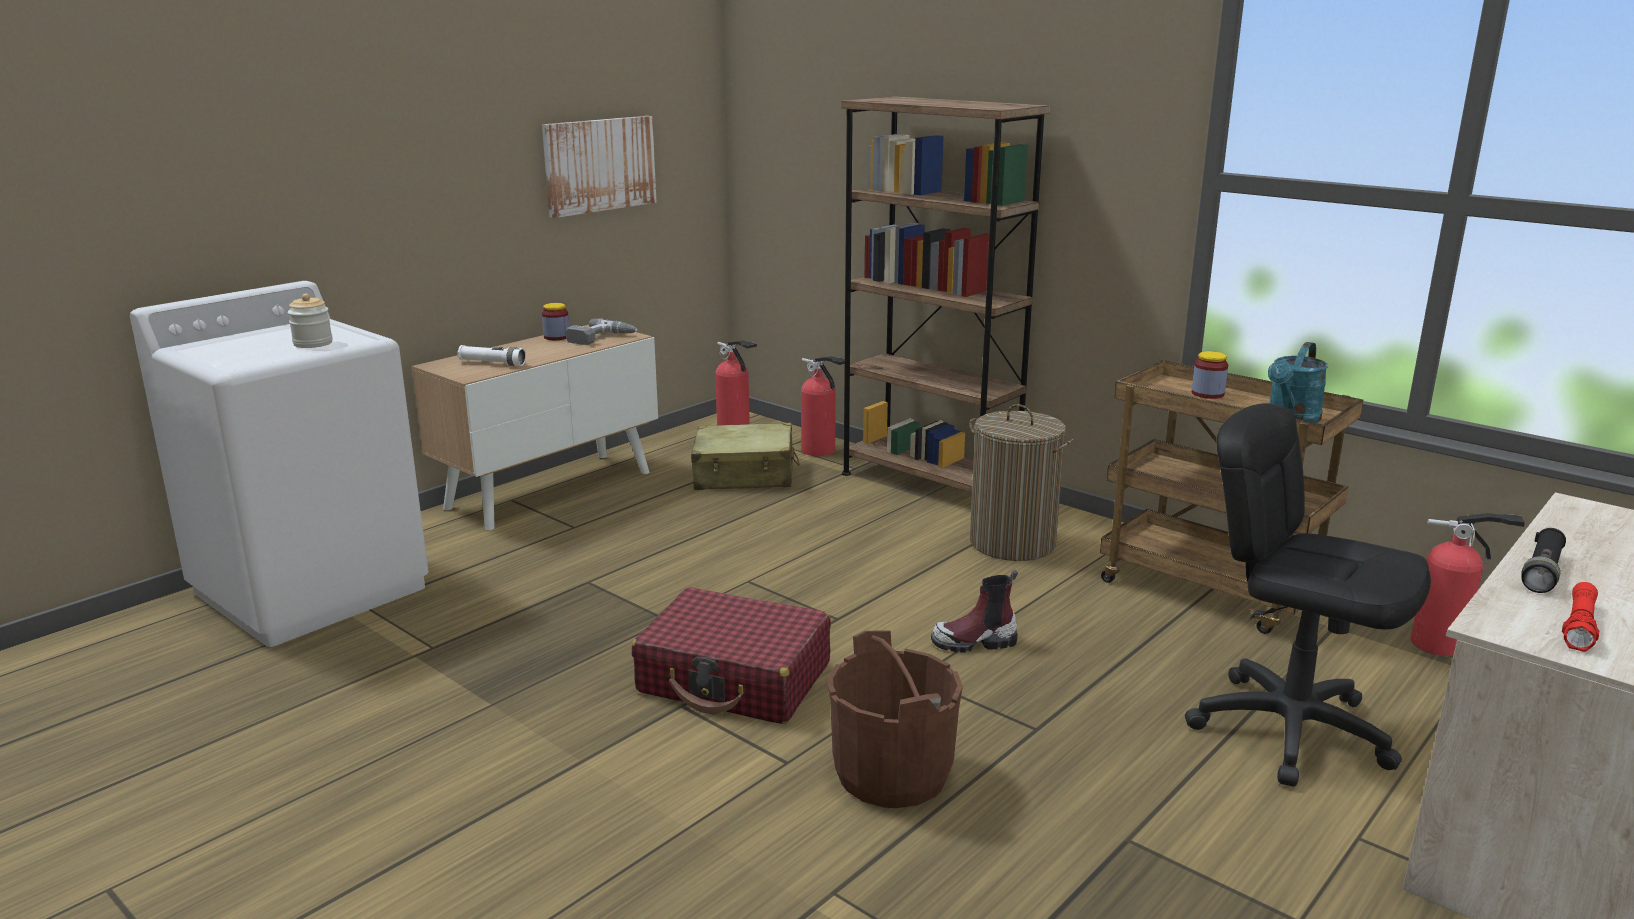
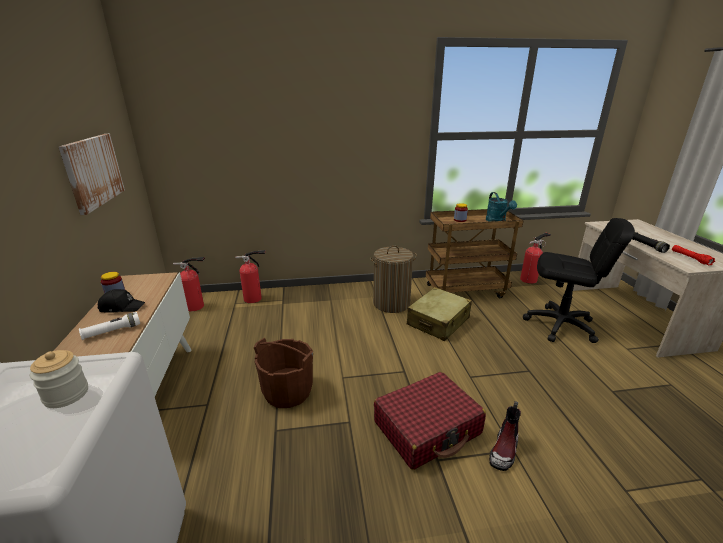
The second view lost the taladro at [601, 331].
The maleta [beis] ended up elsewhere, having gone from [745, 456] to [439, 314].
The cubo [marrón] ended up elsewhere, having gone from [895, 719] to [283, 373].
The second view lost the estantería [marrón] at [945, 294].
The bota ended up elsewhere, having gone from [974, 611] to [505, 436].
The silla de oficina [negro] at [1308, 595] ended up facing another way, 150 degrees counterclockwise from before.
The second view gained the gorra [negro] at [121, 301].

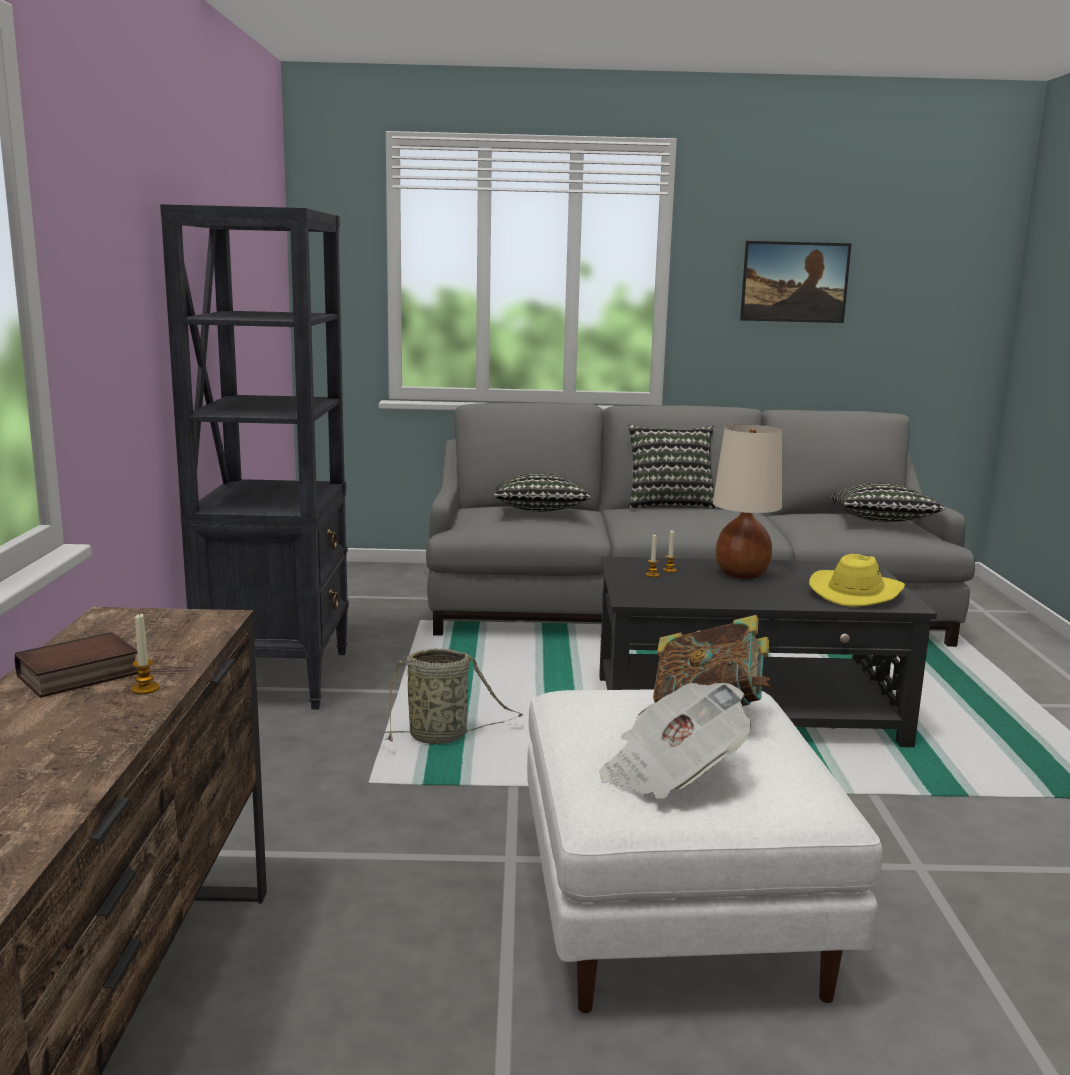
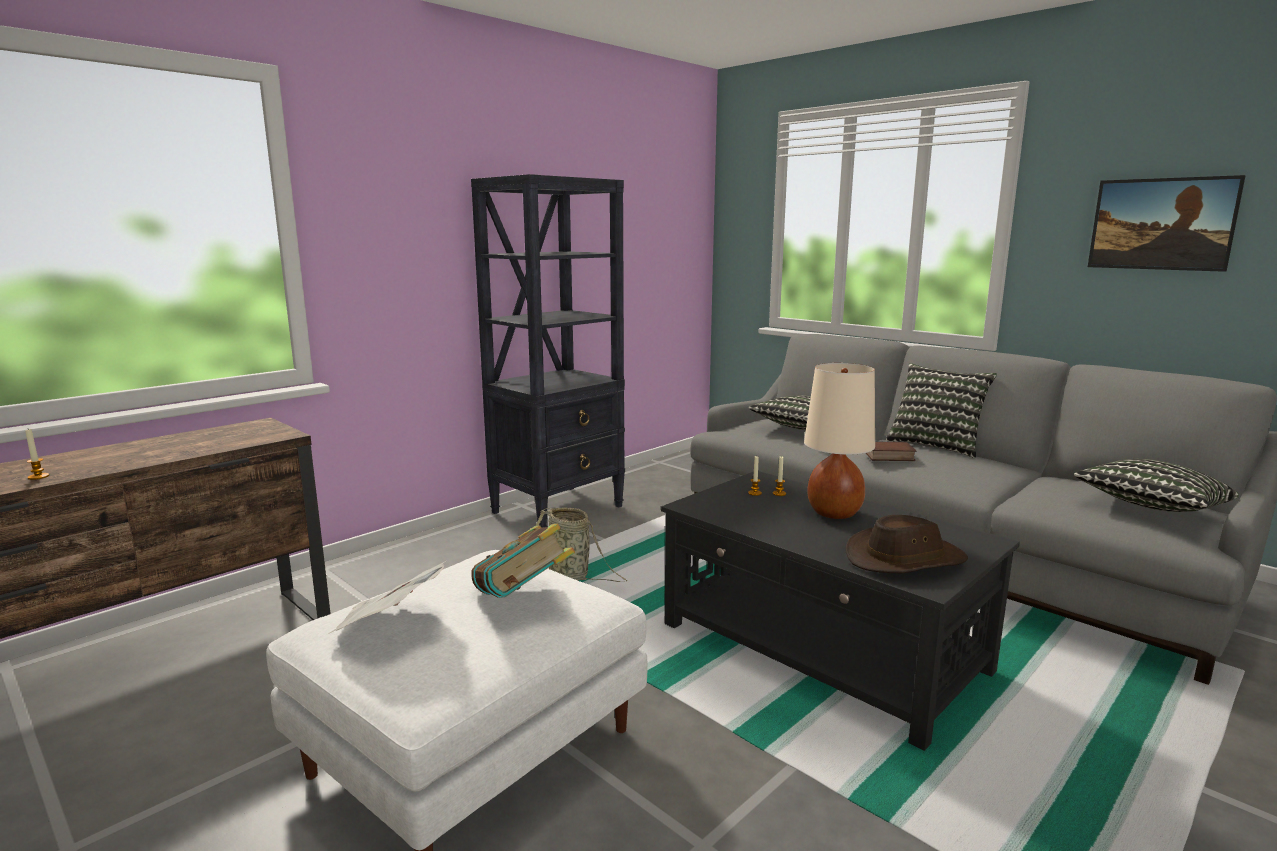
The libro ended up elsewhere, having gone from [76, 665] to [891, 451].
The vela ended up elsewhere, having gone from [145, 654] to [37, 454].
What was the sombrero [amarillo] at [857, 580] turned into the sombrero [marrón] at [907, 544].

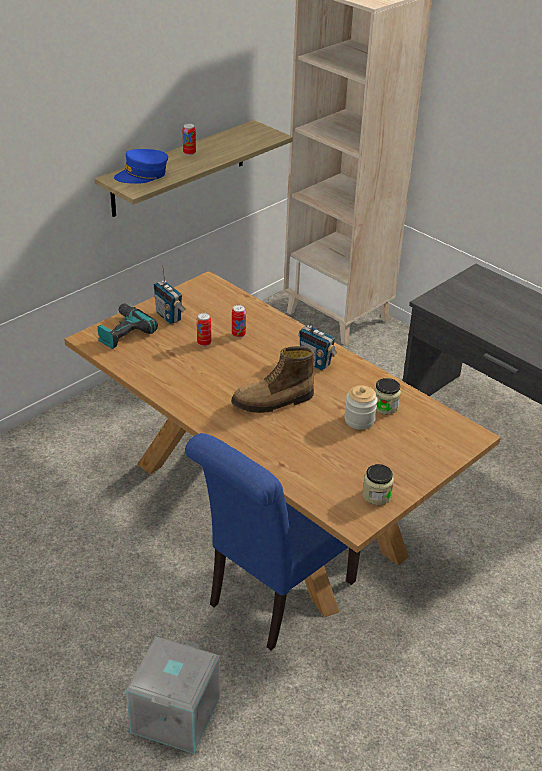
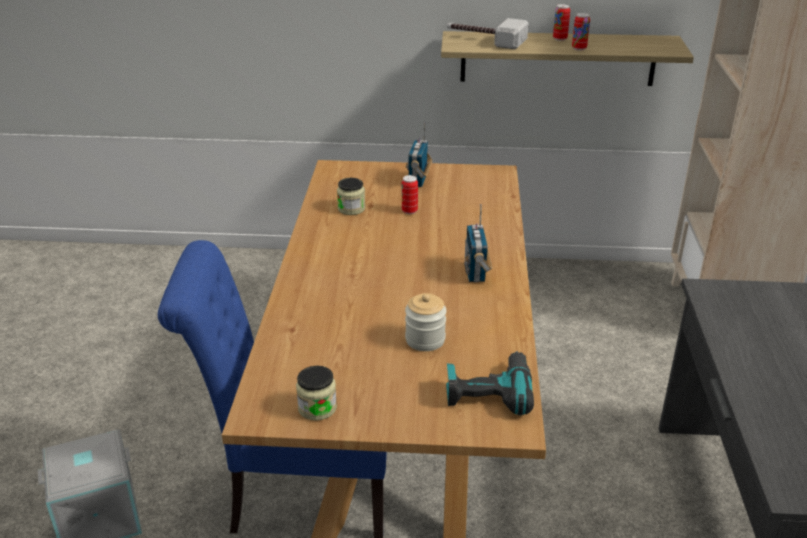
The taladro ended up elsewhere, having gone from [127, 326] to [490, 383].
Where the gorra [azul] stood at [141, 166], the martillo came to stand at [488, 33].
The second view lost the bota at [272, 379].
The lata ended up elsewhere, having gone from [239, 321] to [581, 32].
The tarro ended up elsewhere, having gone from [387, 396] to [351, 196].

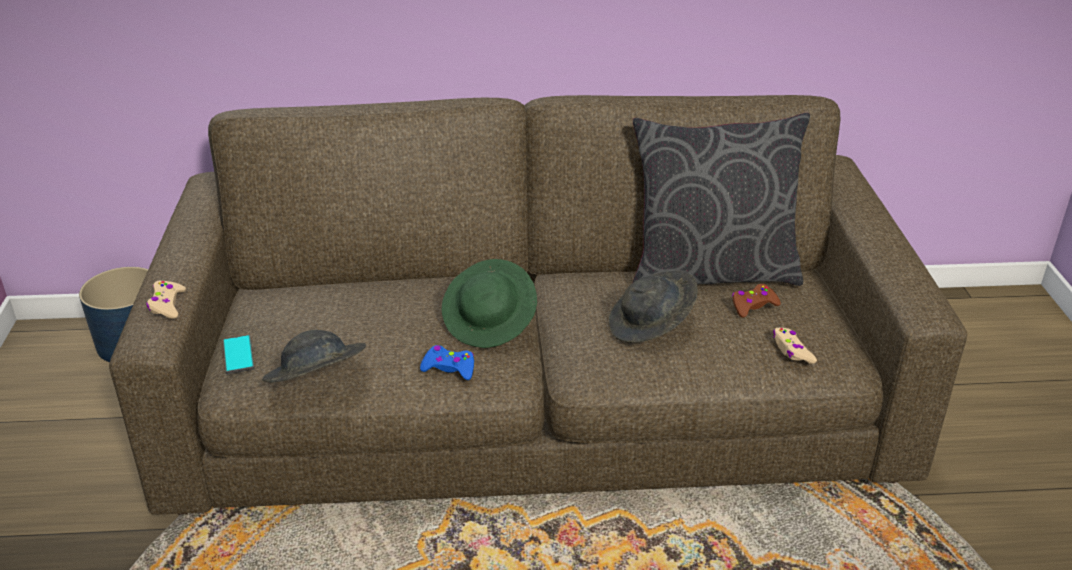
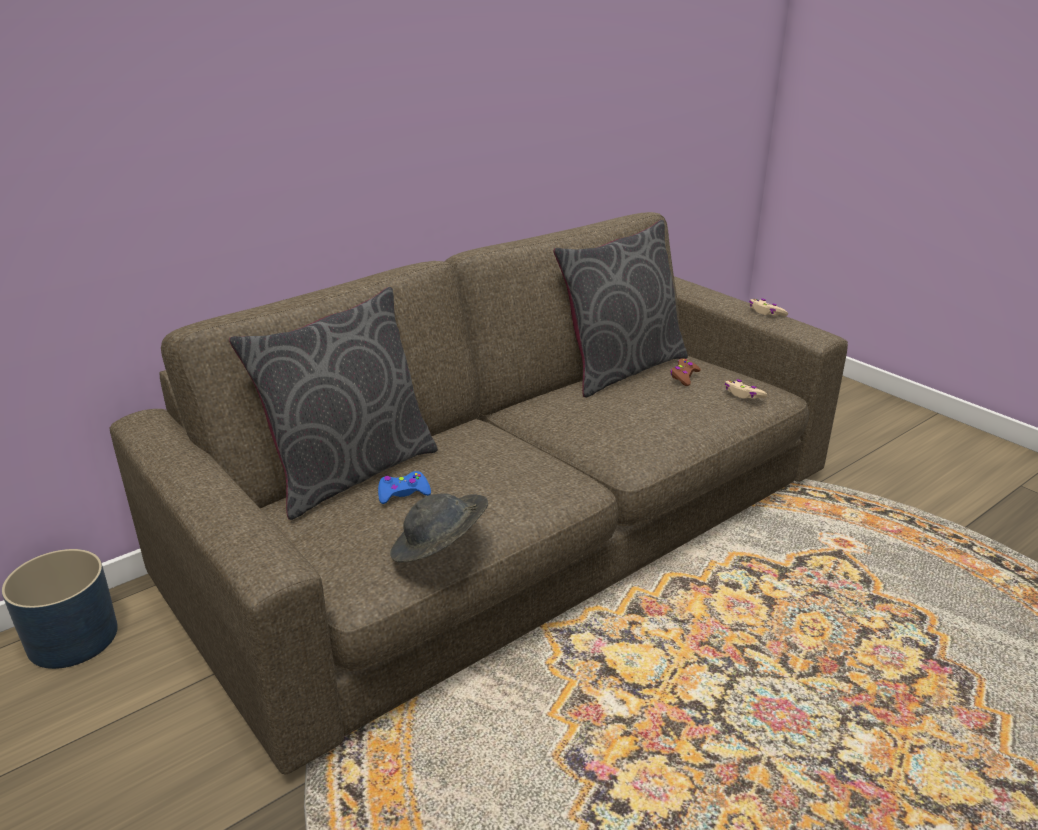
The mando de consola [beis] ended up elsewhere, having gone from [166, 300] to [769, 307].
The second view lost the móvil at [238, 354].
The mando de consola [azul] ended up elsewhere, having gone from [447, 362] to [404, 487].
The second view lost the sombrero [verde] at [489, 303].
The second view lost the sombrero [gris] at [653, 307].
The second view gained the cojín [gris] at [333, 403].

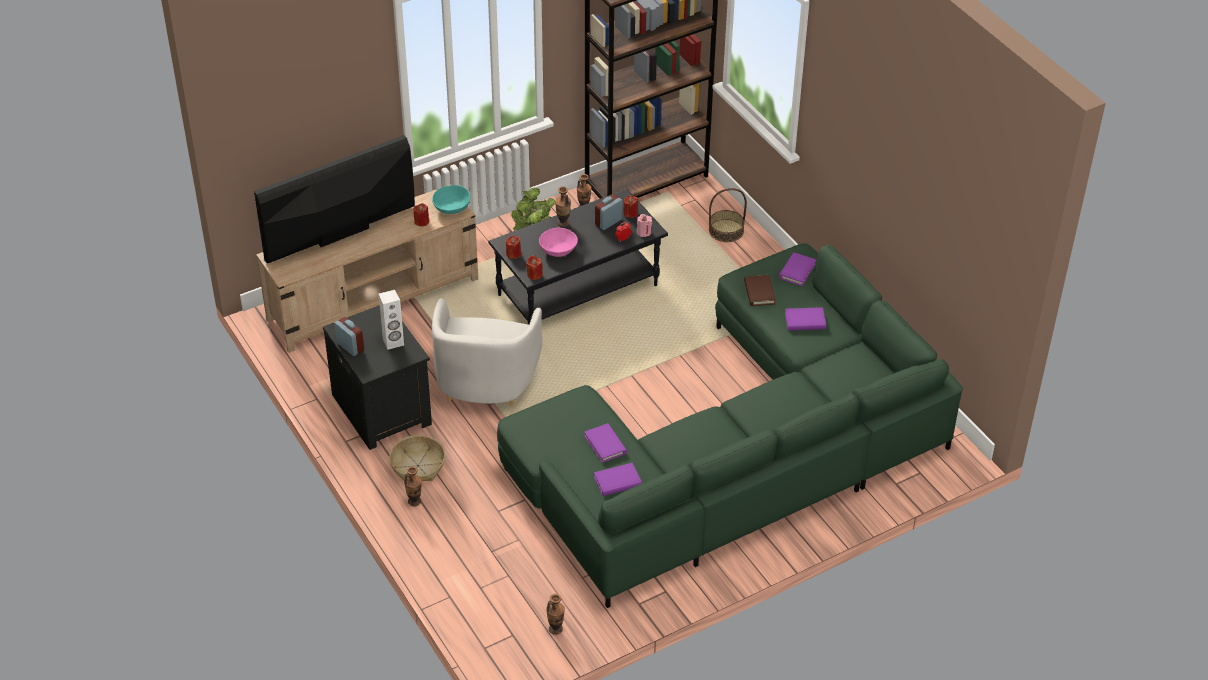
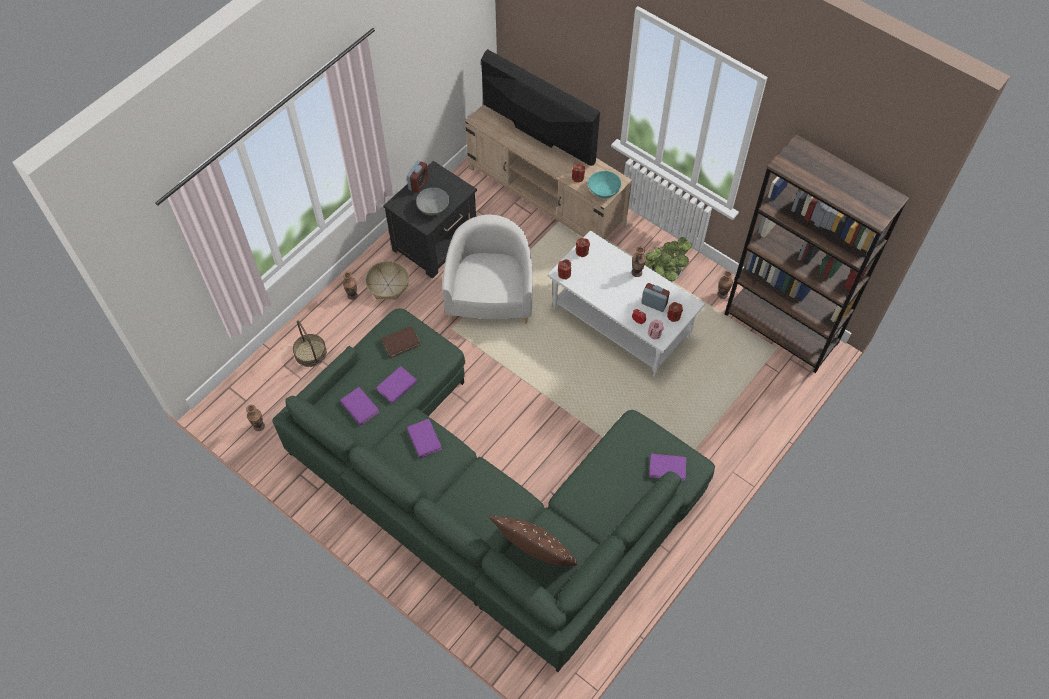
Where the altavoz [blanco] stood at [391, 320], the cuenco [gris] came to stand at [432, 201].
The sillón [blanco] at [487, 352] ended up facing another way, 105 degrees clockwise from before.
What was the mesa de centro [negro] at [578, 257] turned into the mesa de centro [blanco] at [626, 303].
The second view lost the cuenco [rosa] at [558, 242].
The cesta ended up elsewhere, having gone from [728, 215] to [310, 343].
The libro [marrón] ended up elsewhere, having gone from [760, 290] to [401, 342].
The libro [morado] ended up elsewhere, having gone from [805, 318] to [424, 438].
The second view gained the cojín [marrón] at [533, 541].

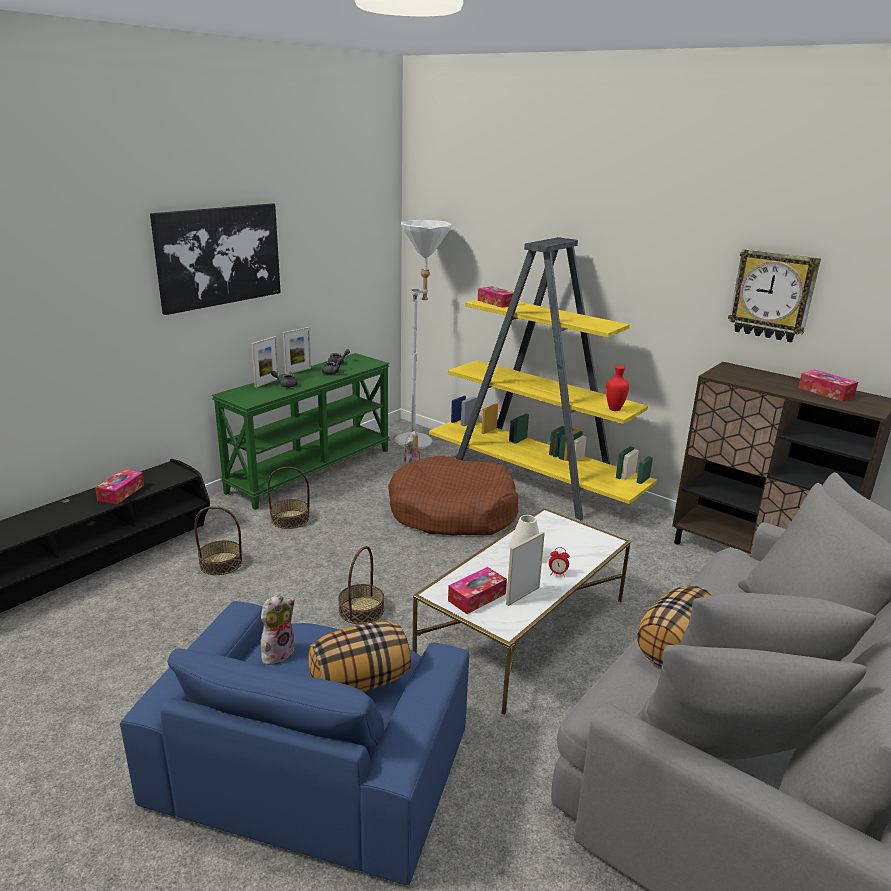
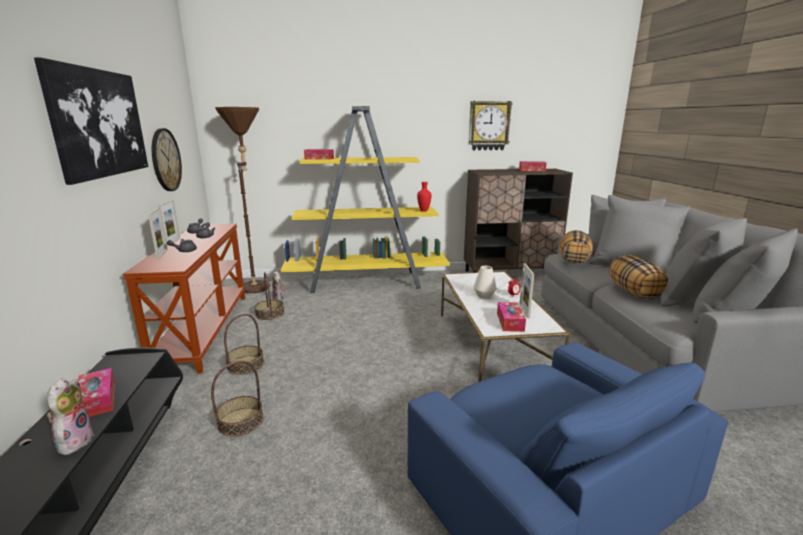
What was the mesa consola [verde] at [301, 431] turned into the mesa consola [marrón] at [183, 299].
The peluche ended up elsewhere, having gone from [277, 629] to [70, 416].
The cojín ended up elsewhere, having gone from [359, 657] to [576, 247].
The cesta ended up elsewhere, having gone from [361, 585] to [269, 296].
The second view lost the cama para perro [marrón] at [453, 496].
What was the lámpara de pie [blanco] at [423, 334] turned into the lámpara de pie [marrón] at [242, 200].
The second view gained the reloj de pared at [167, 159].

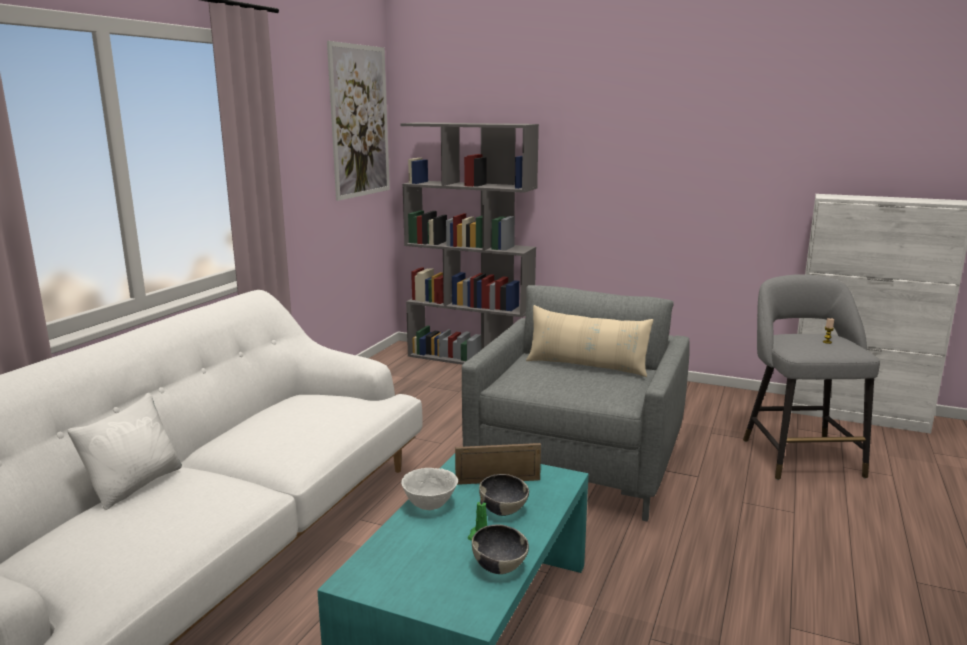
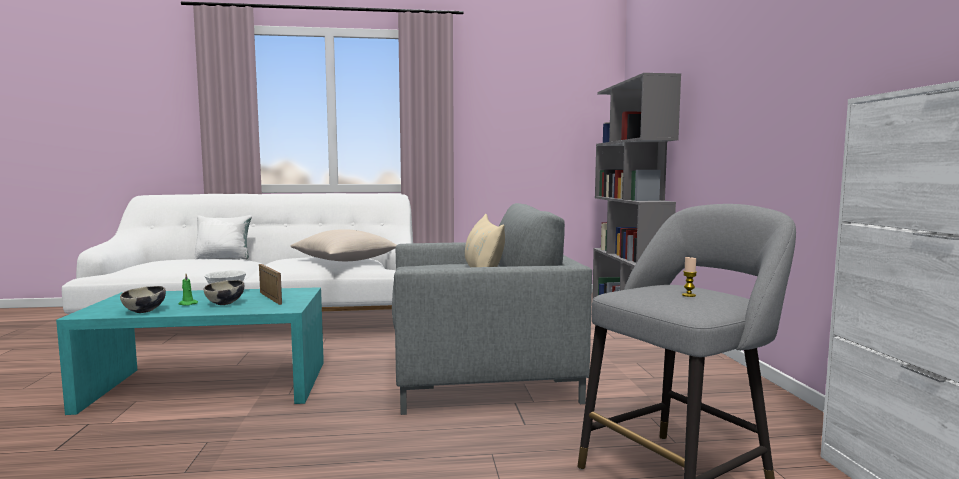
The second view lost the cuadro at [358, 121].
The second view gained the cojín [beis] at [344, 245].

